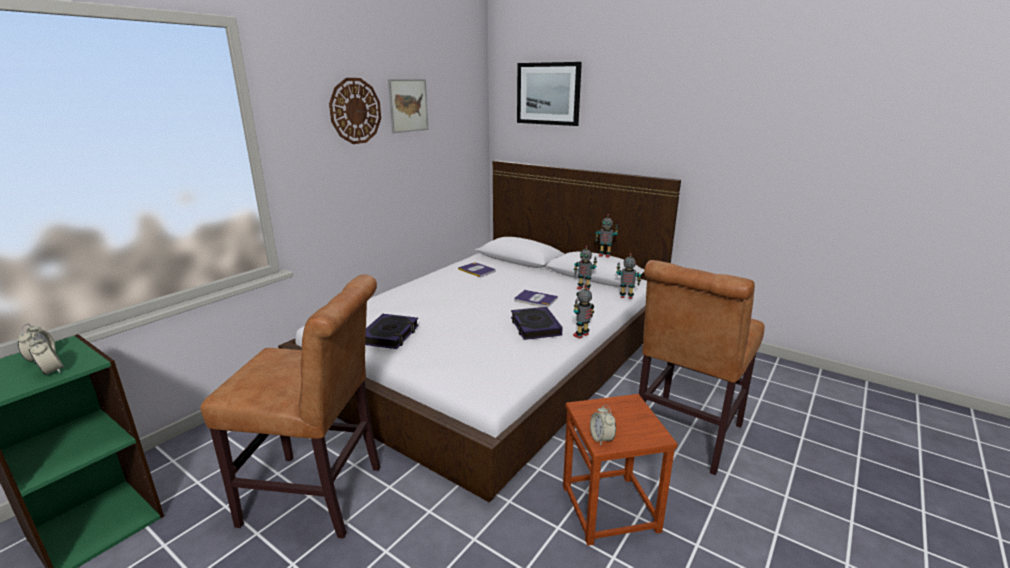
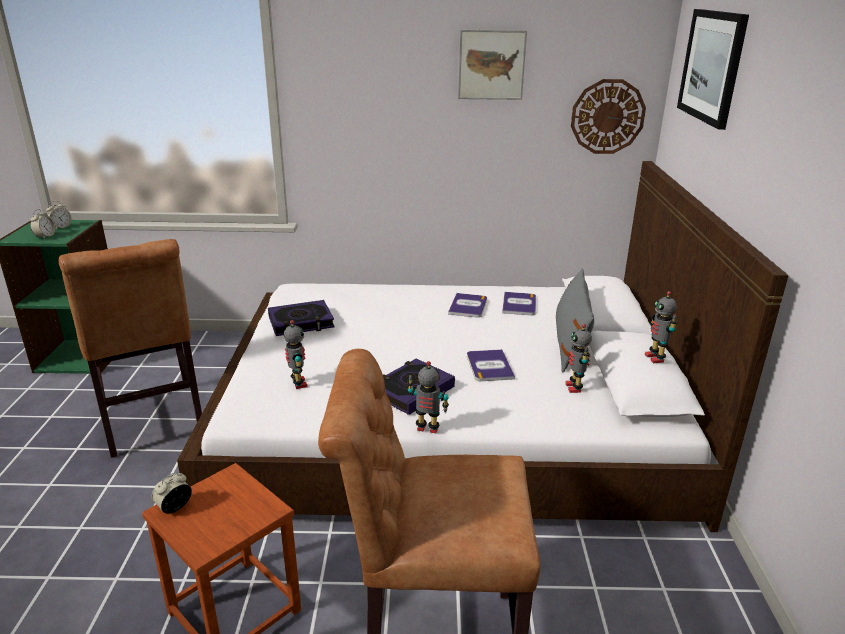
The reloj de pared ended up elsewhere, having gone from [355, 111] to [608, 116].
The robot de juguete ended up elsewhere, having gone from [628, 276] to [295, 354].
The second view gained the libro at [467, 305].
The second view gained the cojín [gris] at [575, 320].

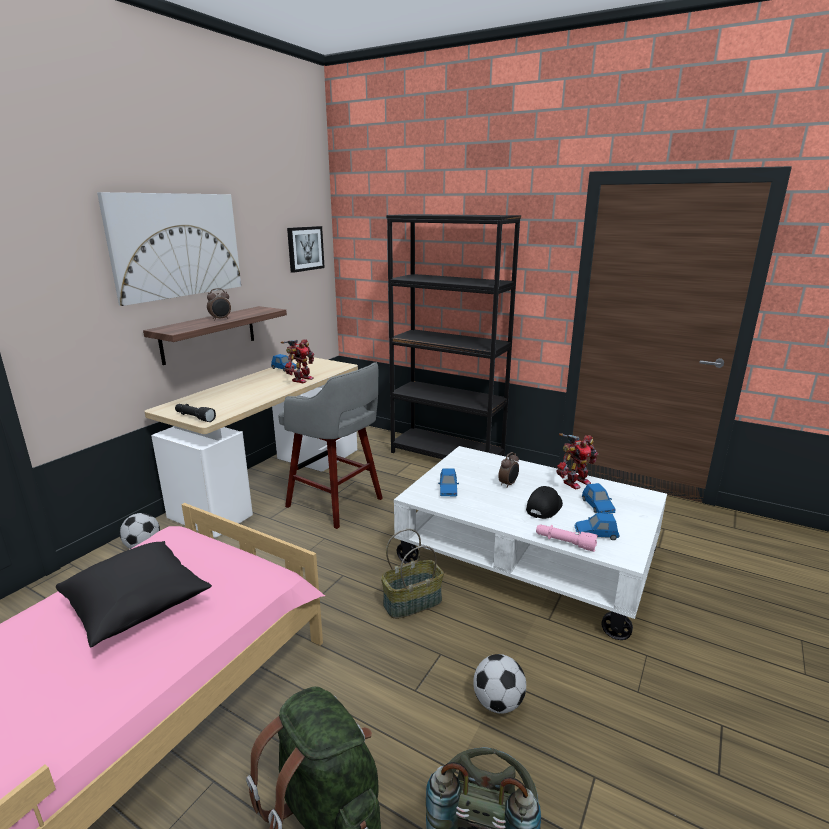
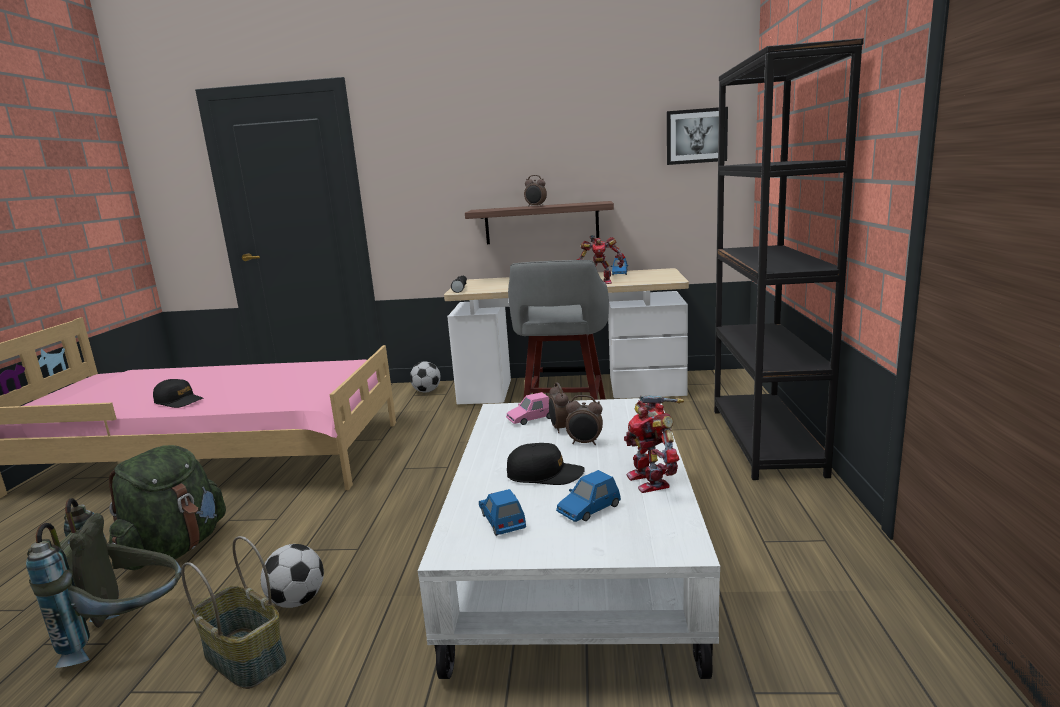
The second view lost the cojín [negro] at [134, 594].
The second view lost the cuadro at [169, 249].
The cesta ended up elsewhere, having gone from [412, 574] to [234, 612].
What was the coche de juguete [azul] at [448, 482] turned into the coche de juguete [rosa] at [528, 408].
The second view lost the linterna [rosa] at [567, 538].
The robot de juguete at [577, 461] ended up facing another way, 45 degrees clockwise from before.
The second view gained the gorra [negro] at [178, 393].
The second view gained the despertador at [559, 407].

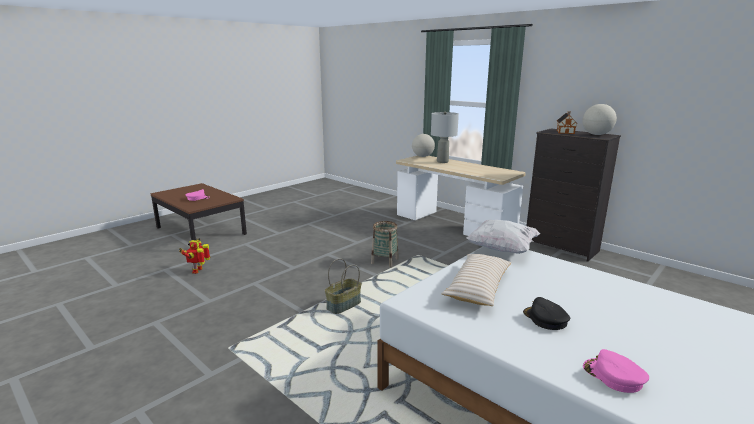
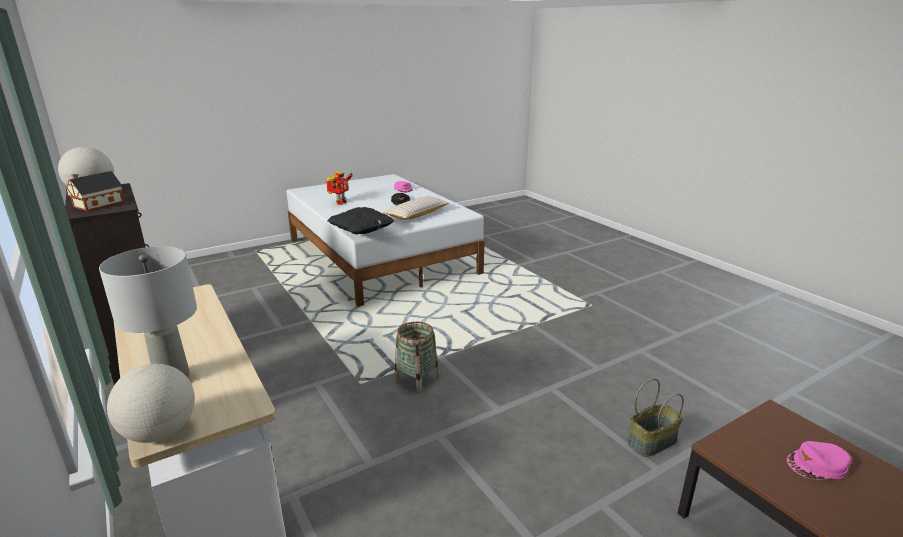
The robot de juguete ended up elsewhere, having gone from [194, 256] to [339, 188].
The cesta ended up elsewhere, having gone from [343, 286] to [656, 417].
What was the cojín [blanco] at [503, 237] turned into the cojín [negro] at [361, 220].

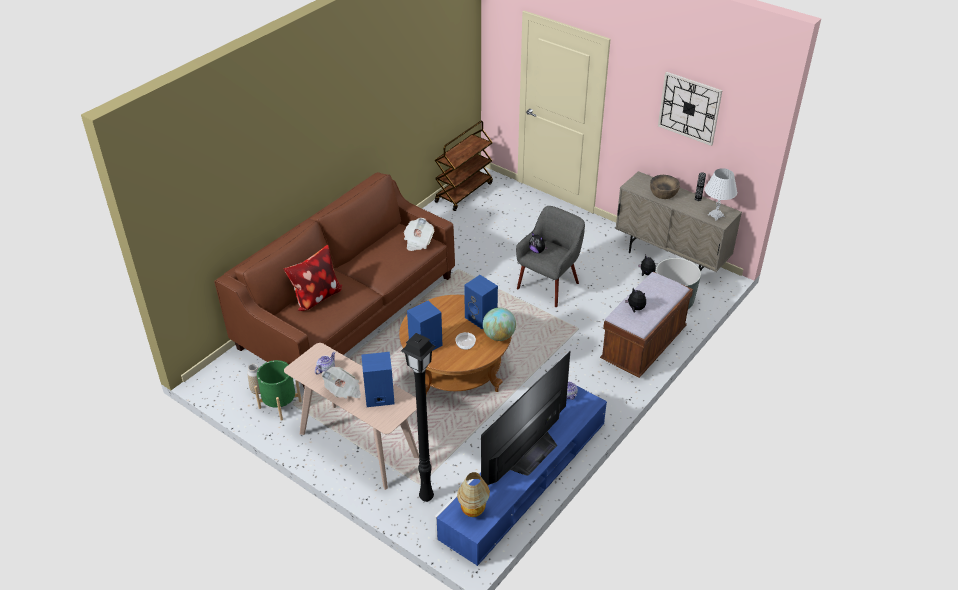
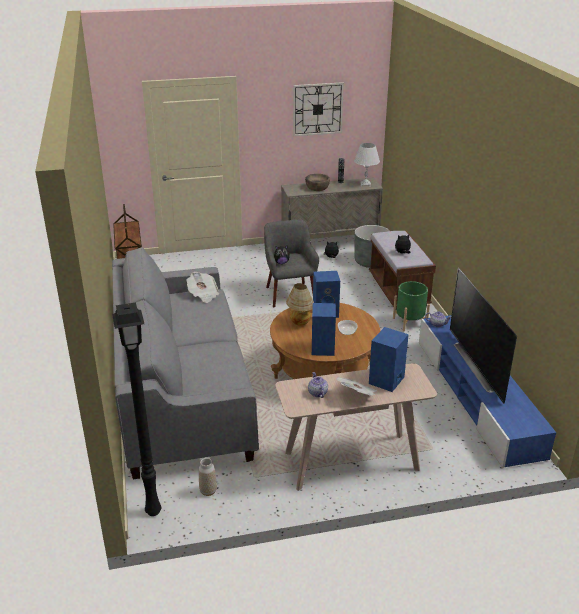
What was the sofá [marrón] at [334, 279] turned into the sofá [gris] at [185, 363].
The maceta [verde] ended up elsewhere, having gone from [278, 390] to [411, 306].
The second view lost the cojín at [313, 278].
The lámpara de pie [negro] ended up elsewhere, having gone from [418, 417] to [136, 409].
The lámpara de mesa ended up elsewhere, having gone from [473, 494] to [300, 304].
The second view lost the globo terráqueo at [499, 324].

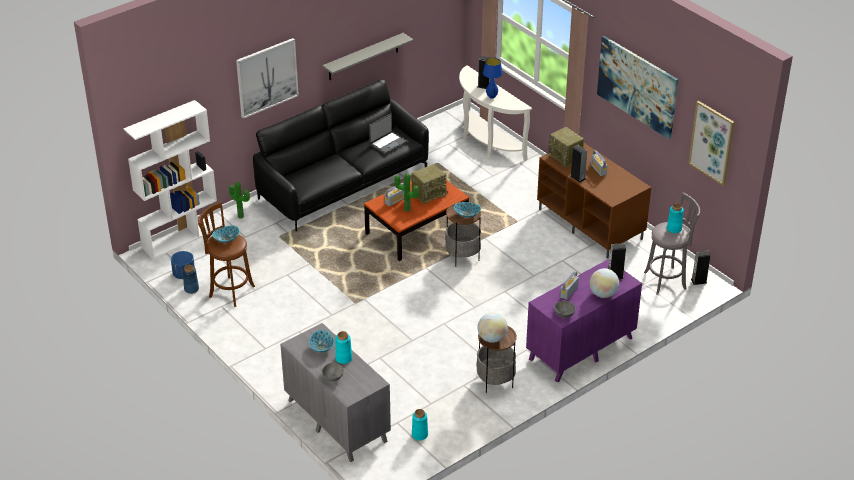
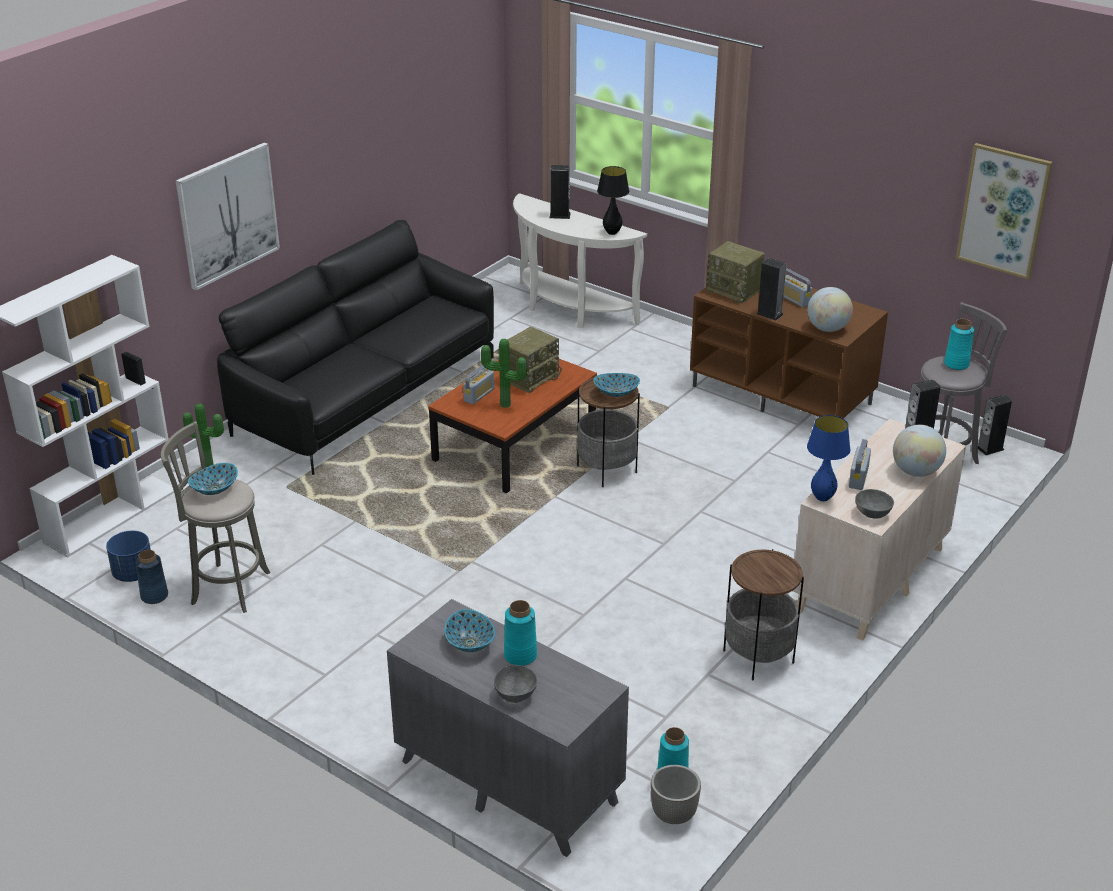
What was the taburete [marrón] at [226, 254] turned into the taburete [gris] at [215, 517].
The second view lost the estante [gris] at [368, 56].
The second view lost the portátil at [388, 133].
The globo terráqueo ended up elsewhere, having gone from [493, 327] to [830, 309].
The lámpara de mesa [azul] ended up elsewhere, having gone from [493, 78] to [829, 458].
What was the cómoda [morado] at [584, 321] turned into the cómoda [beis] at [879, 530].
The second view lost the cuadro at [637, 87].
The second view gained the lámpara de mesa [negro] at [613, 200].
The second view gained the maceta at [675, 794].

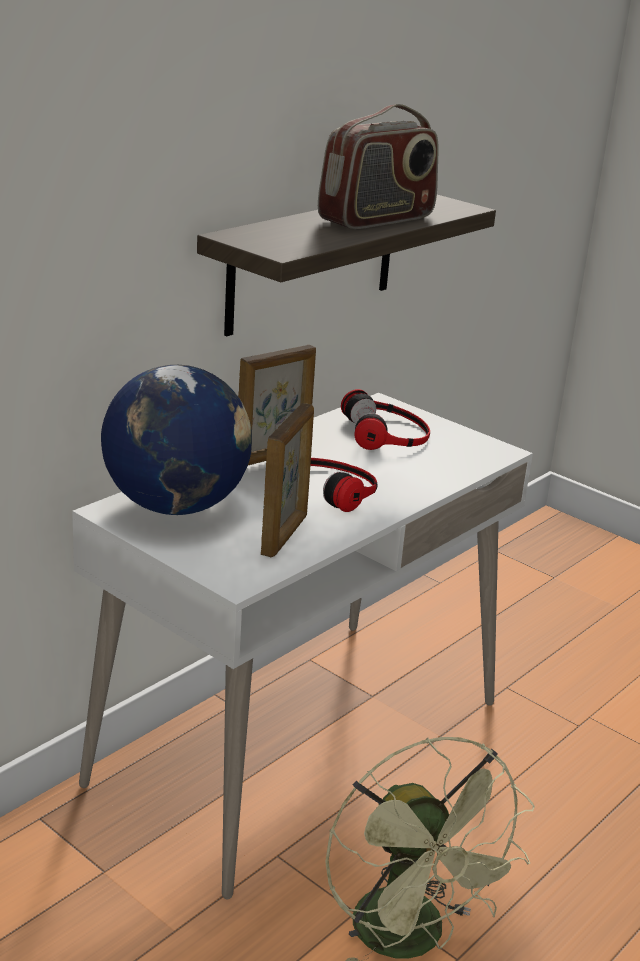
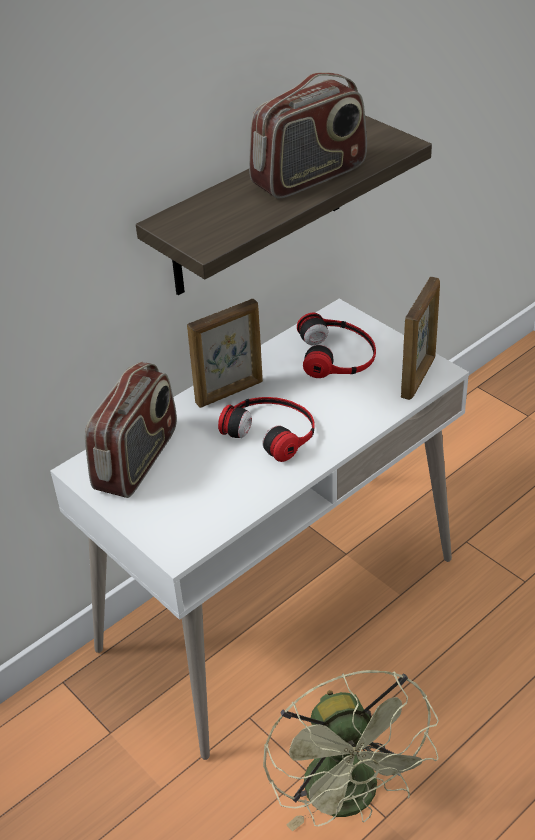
Where the globo terráqueo stood at [176, 440], the radio came to stand at [131, 430].
The portarretratos ended up elsewhere, having gone from [287, 480] to [420, 338].

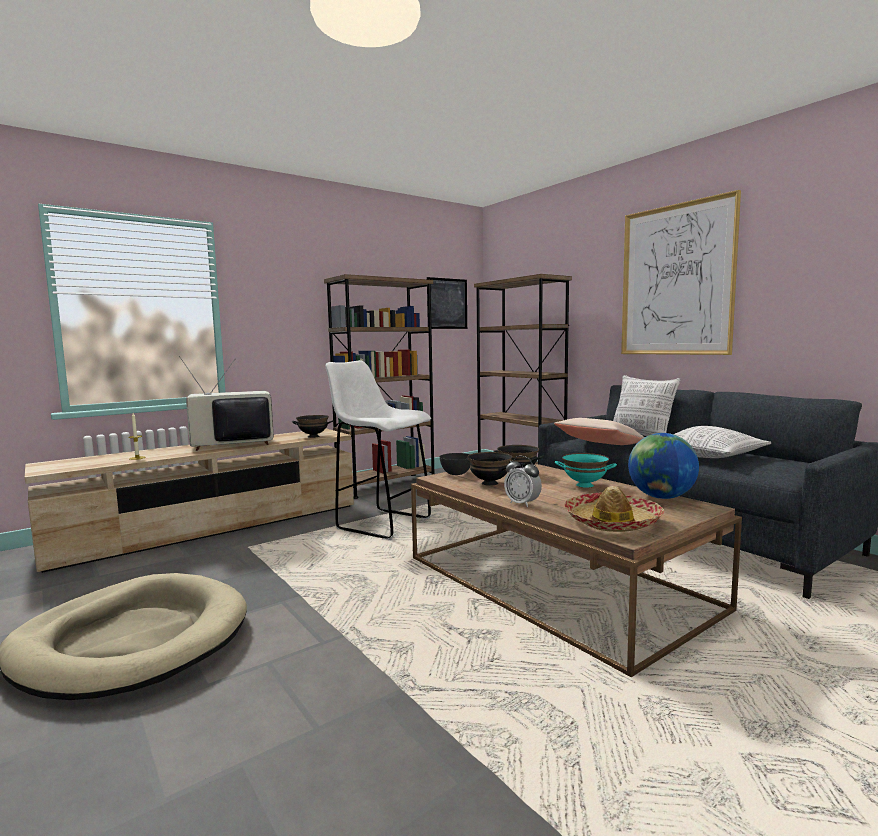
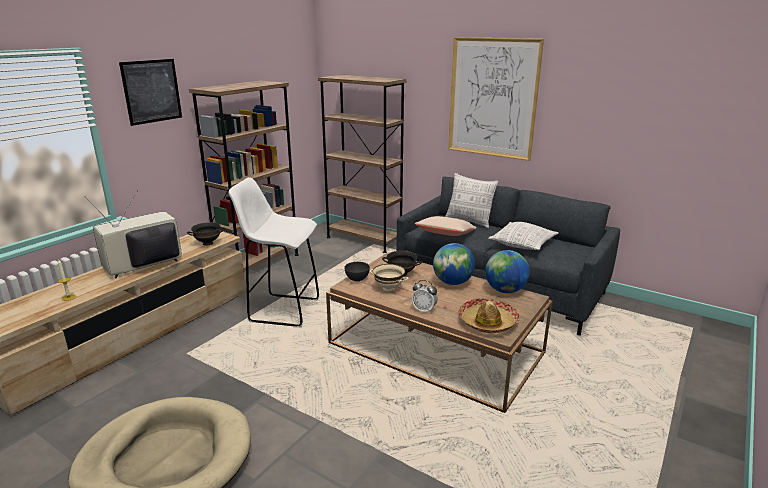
The cuadro ended up elsewhere, having gone from [447, 303] to [150, 92].
What was the cuenco [negro] at [489, 469] turned into the cuenco [beis] at [389, 277].
Where the cuenco [turquesa] stood at [586, 470], the globo terráqueo came to stand at [454, 264].

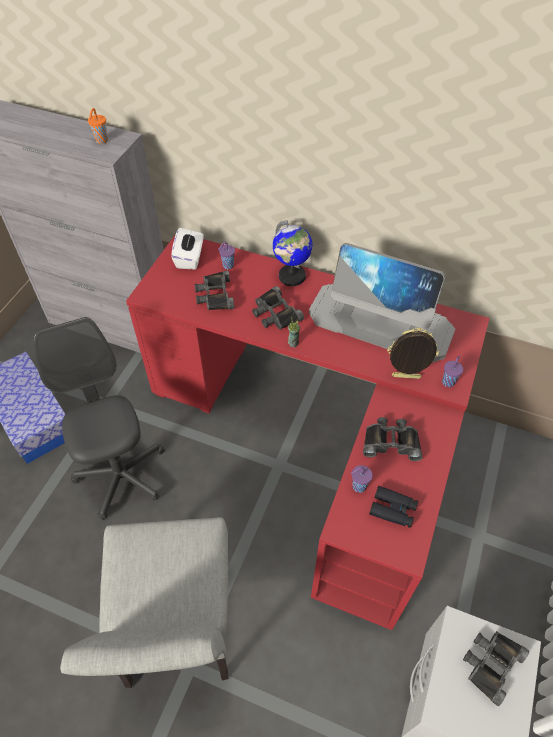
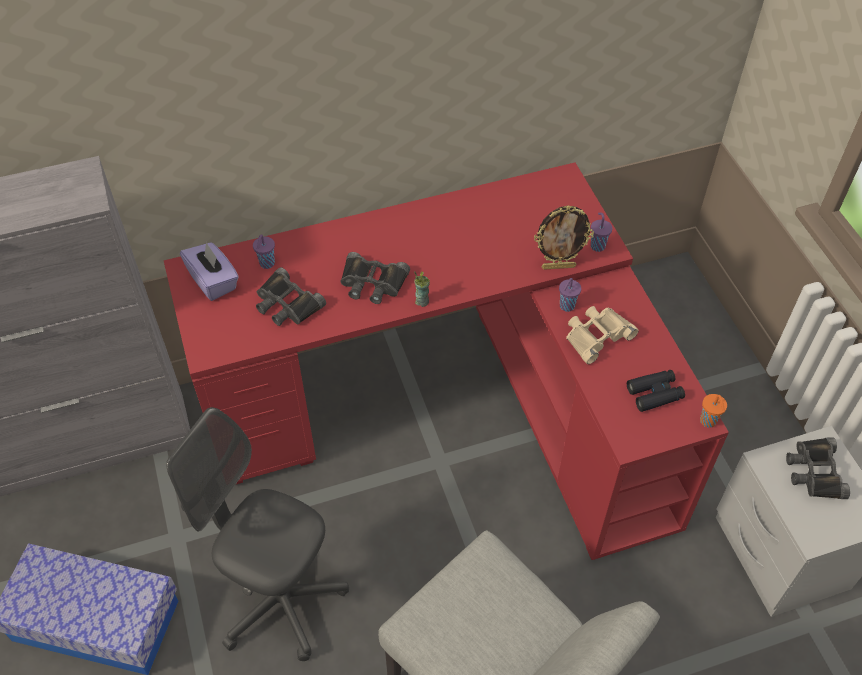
The taza [naranja] ended up elsewhere, having gone from [98, 126] to [713, 411].
What was the caja de pañuelos [blanco] at [187, 249] turned into the caja de pañuelos [morado] at [209, 271].
The second view lost the globo terráqueo at [293, 253].
The second view lost the monitor at [382, 303].
The taza [morado] ended up elsewhere, having gone from [362, 479] to [570, 295].
What was the prismáticos [negro] at [392, 439] turned into the prismáticos [beis] at [602, 335].
The portarretratos at [413, 353] ended up facing another way, 150 degrees counterclockwise from before.

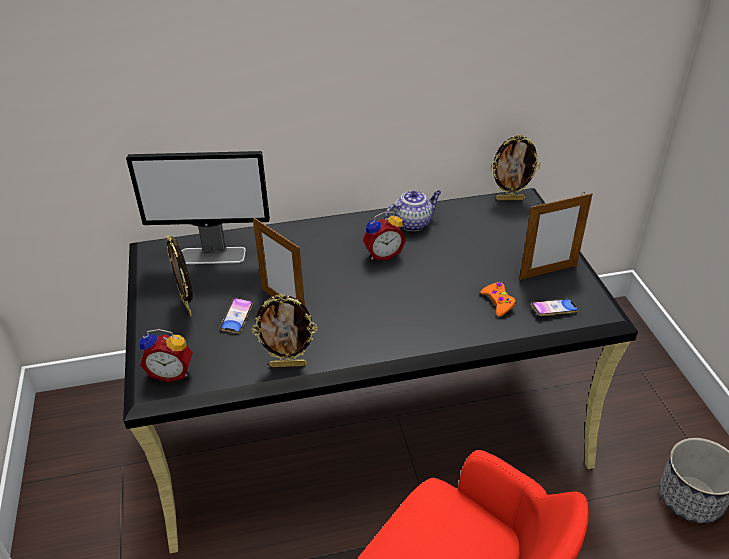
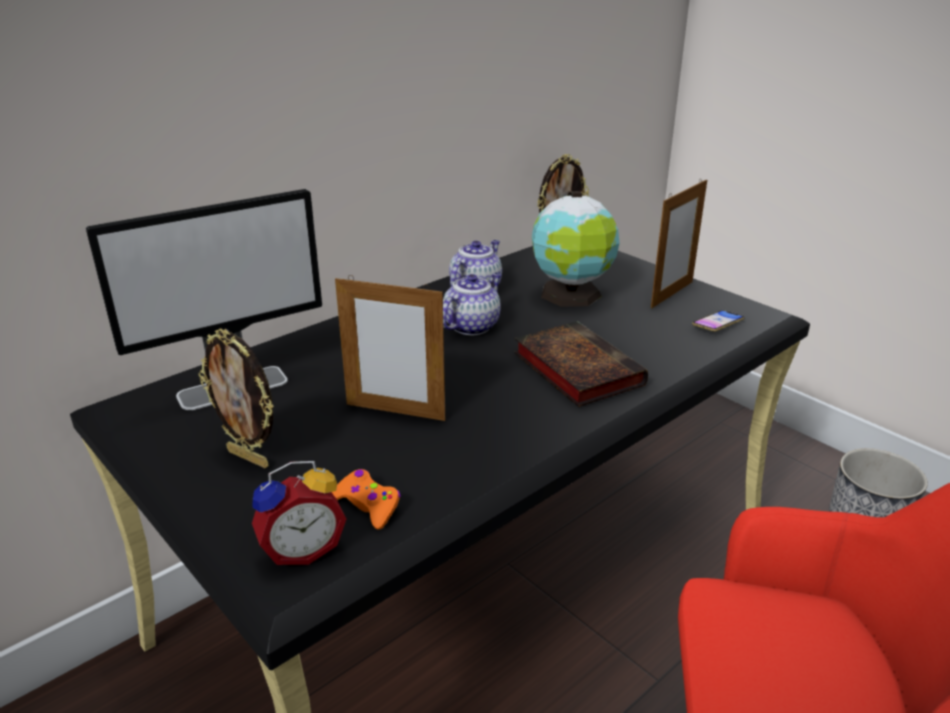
The second view lost the móvil at [236, 315].
The second view lost the portarretratos at [284, 330].
Where the despertador stood at [384, 236], the tetera came to stand at [472, 304].
The mando de consola [naranja] ended up elsewhere, having gone from [498, 299] to [366, 499].
The second view gained the libro at [581, 364].
The second view gained the globo terráqueo at [575, 249].

